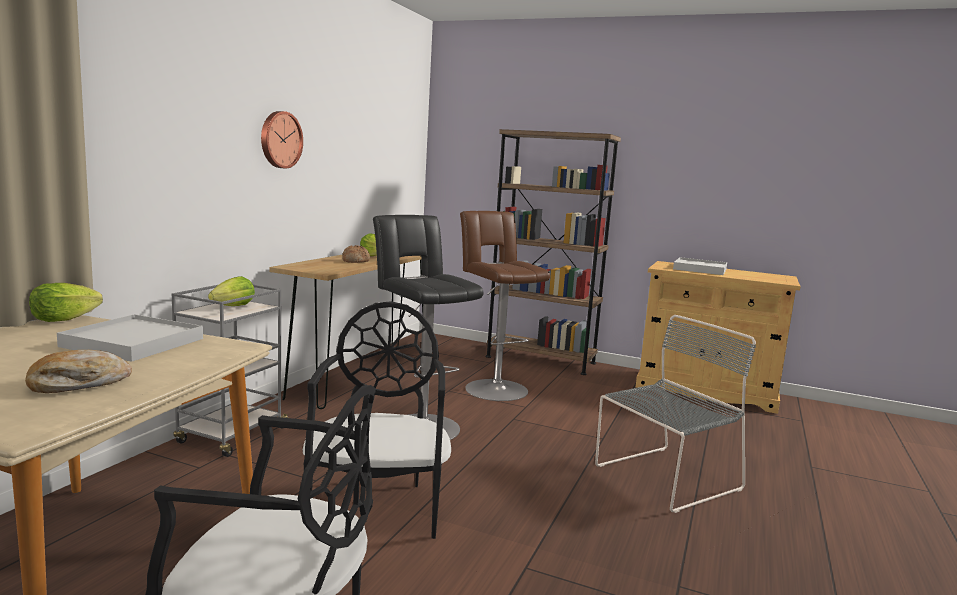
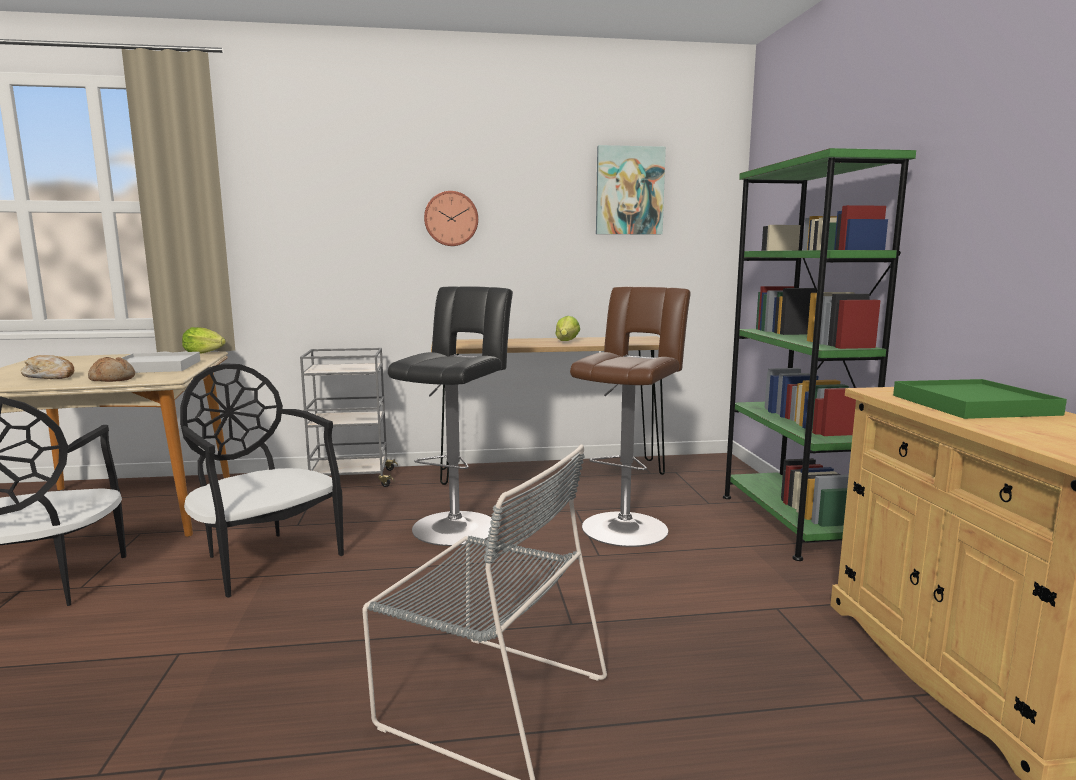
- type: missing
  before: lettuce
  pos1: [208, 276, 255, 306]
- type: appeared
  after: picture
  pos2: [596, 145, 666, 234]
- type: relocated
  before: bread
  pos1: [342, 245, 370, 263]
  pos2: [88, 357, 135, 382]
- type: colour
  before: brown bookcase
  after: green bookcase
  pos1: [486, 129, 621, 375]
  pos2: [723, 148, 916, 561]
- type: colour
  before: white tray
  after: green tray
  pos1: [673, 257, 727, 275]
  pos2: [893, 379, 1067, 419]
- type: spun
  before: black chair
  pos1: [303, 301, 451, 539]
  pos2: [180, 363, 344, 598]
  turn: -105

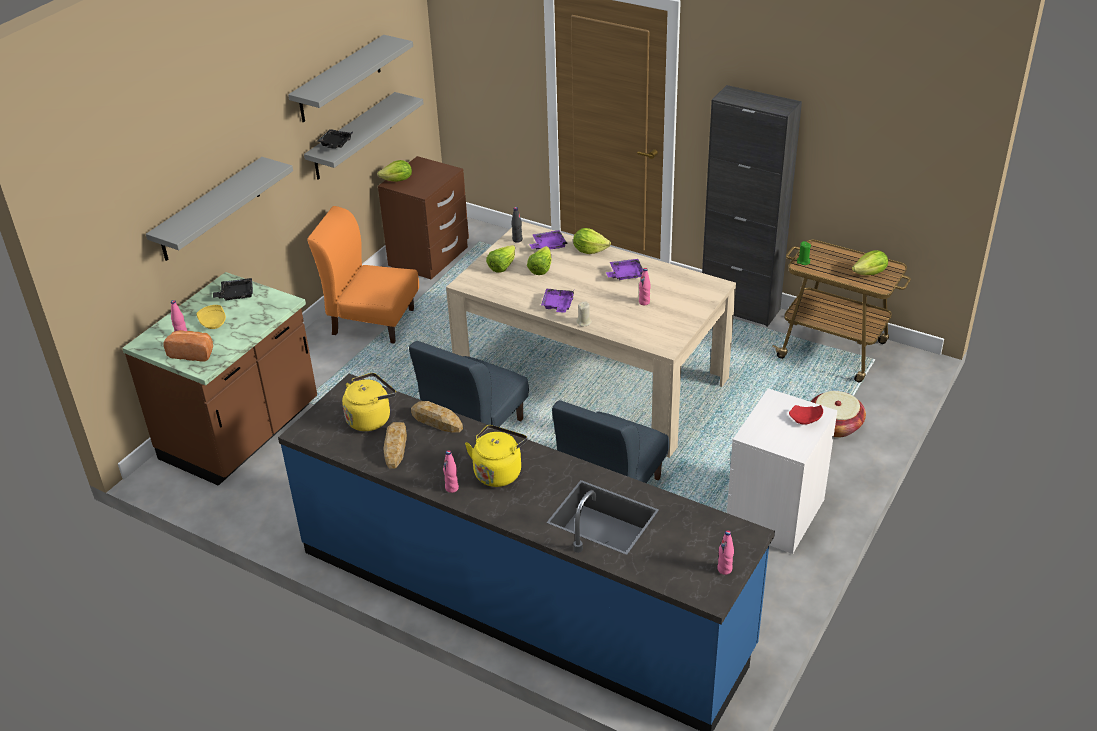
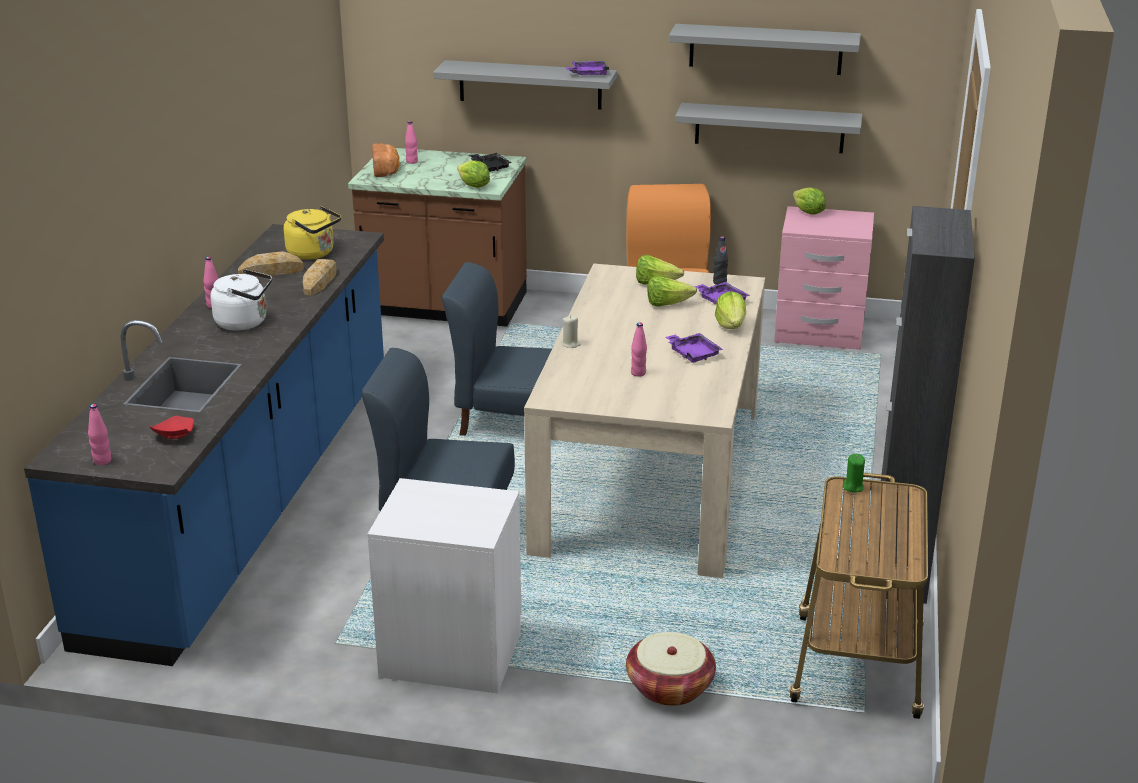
- type: missing
  before: yellow plate
  pos1: [196, 305, 226, 329]
- type: missing
  before: black tray
  pos1: [317, 129, 353, 149]
- type: relocated
  before: purple tray
  pos1: [541, 289, 574, 313]
  pos2: [566, 61, 609, 75]
- type: relocated
  before: red plate
  pos1: [789, 405, 823, 425]
  pos2: [150, 416, 194, 439]
- type: relocated
  before: lettuce
  pos1: [852, 250, 888, 275]
  pos2: [457, 160, 490, 188]
- type: colour
  before: brown nightstand
  after: pink nightstand
  pos1: [378, 156, 469, 279]
  pos2: [774, 206, 874, 350]
- type: colour
  before: yellow kettle
  after: white kettle
  pos1: [465, 425, 527, 487]
  pos2: [211, 269, 272, 331]

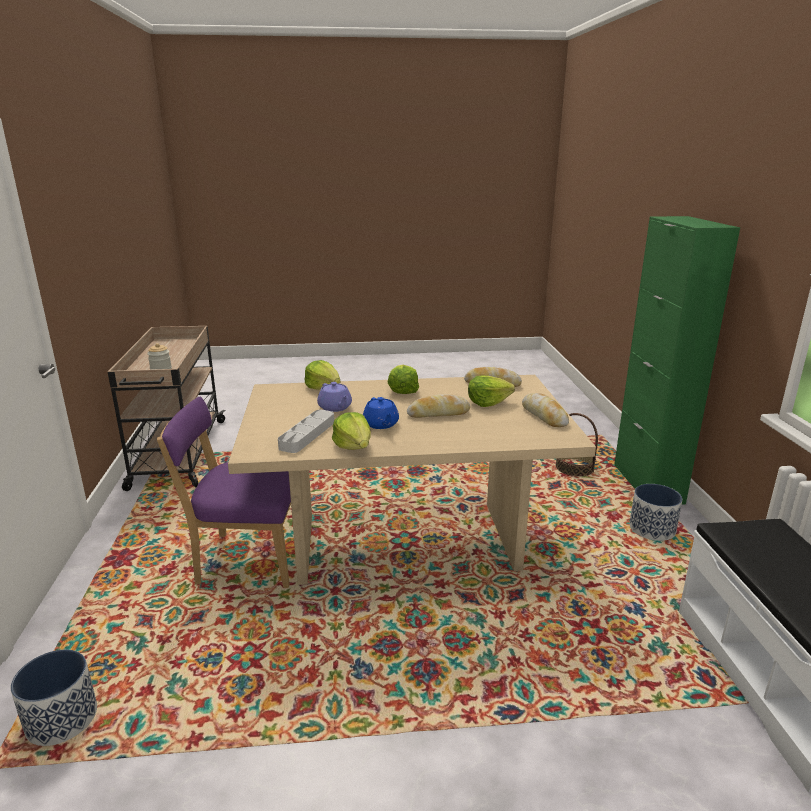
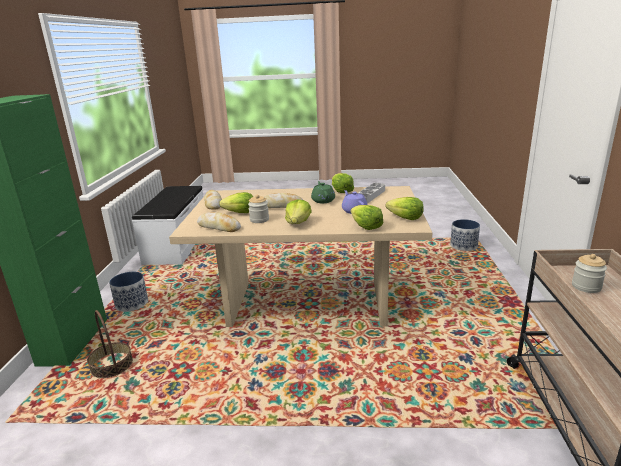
- type: missing
  before: purple chair
  pos1: [157, 397, 291, 588]
- type: appeared
  after: jar
  pos2: [248, 195, 269, 223]
- type: appeared
  after: lettuce
  pos2: [386, 197, 424, 220]
- type: colour
  before: blue teapot
  after: green teapot
  pos1: [363, 397, 399, 429]
  pos2: [311, 181, 335, 203]

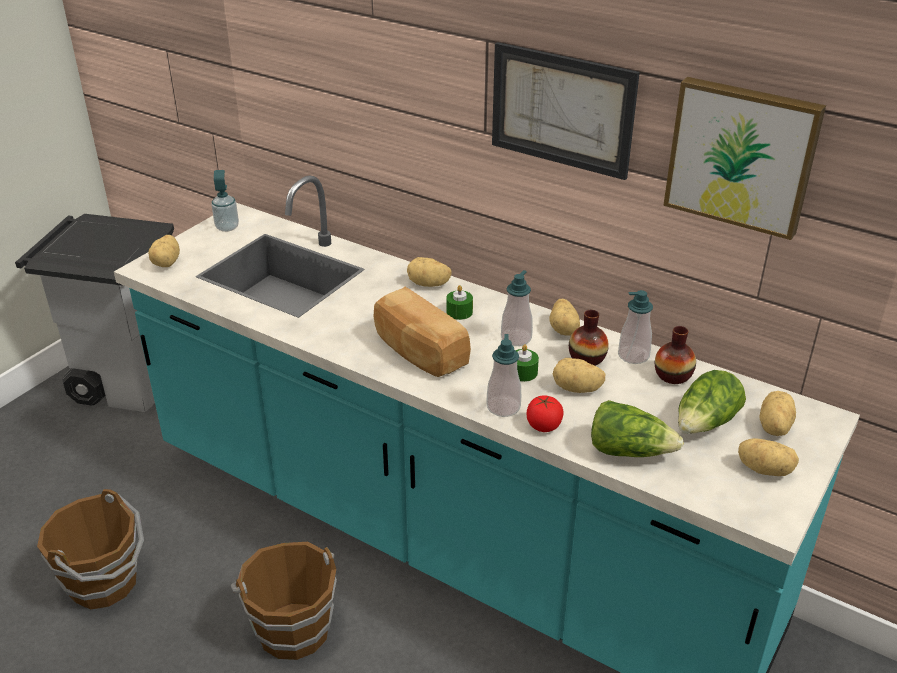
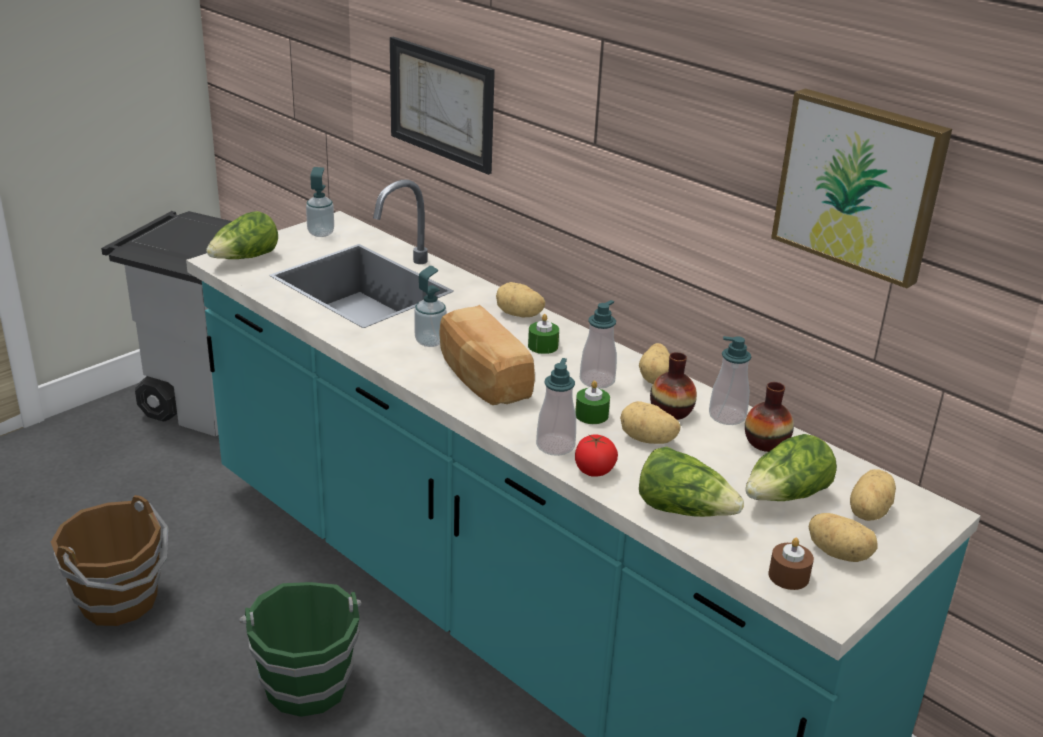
- type: appeared
  after: soap dispenser
  pos2: [414, 266, 447, 347]
- type: appeared
  after: brown candle
  pos2: [769, 538, 814, 590]
- type: relocated
  before: picture
  pos1: [492, 42, 640, 180]
  pos2: [390, 37, 495, 175]
- type: exchanged
  before: potato
  after: lettuce
  pos1: [148, 235, 180, 267]
  pos2: [206, 211, 278, 259]
- type: colour
  before: brown bucket
  after: green bucket
  pos1: [231, 542, 337, 660]
  pos2: [239, 582, 361, 717]

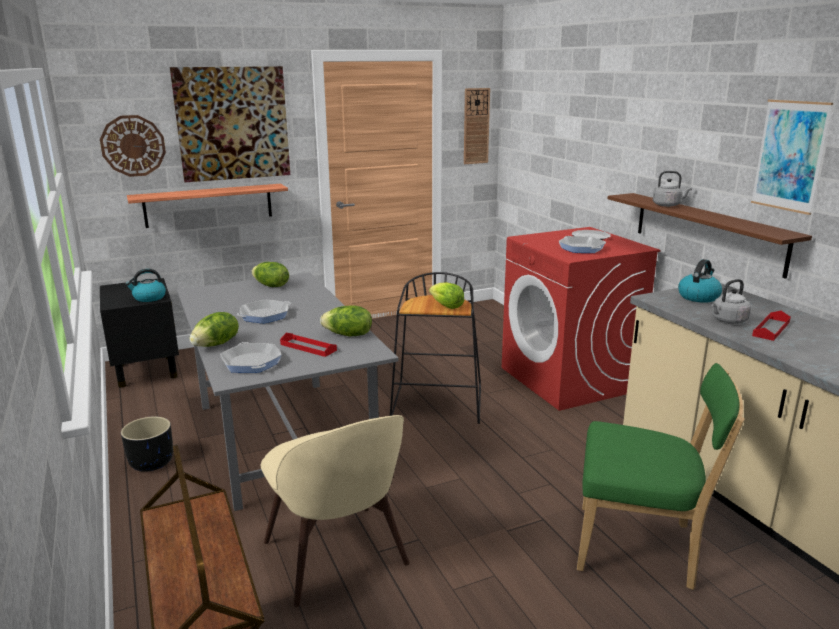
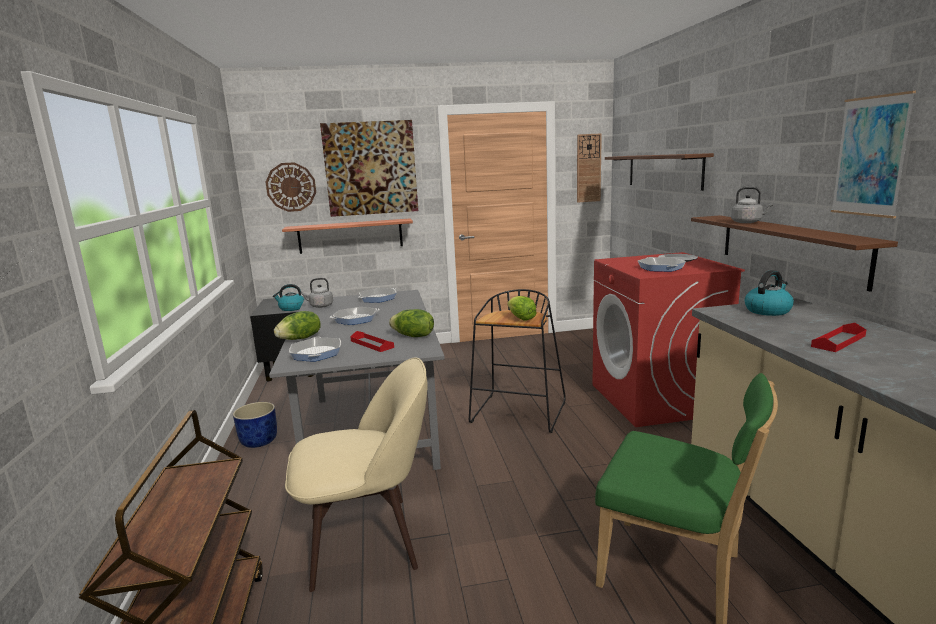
- type: appeared
  after: brown shelf
  pos2: [605, 153, 714, 191]
- type: relocated
  before: grey kettle
  pos1: [710, 279, 751, 324]
  pos2: [301, 278, 333, 308]
- type: exchanged
  before: lettuce
  after: frying pan
  pos1: [252, 262, 289, 287]
  pos2: [359, 288, 396, 302]
- type: colour
  before: black planter
  after: blue planter
  pos1: [121, 416, 173, 472]
  pos2: [233, 402, 277, 448]
- type: spun
  before: beige chair
  pos1: [260, 415, 410, 607]
  pos2: [285, 357, 428, 592]
  turn: -90

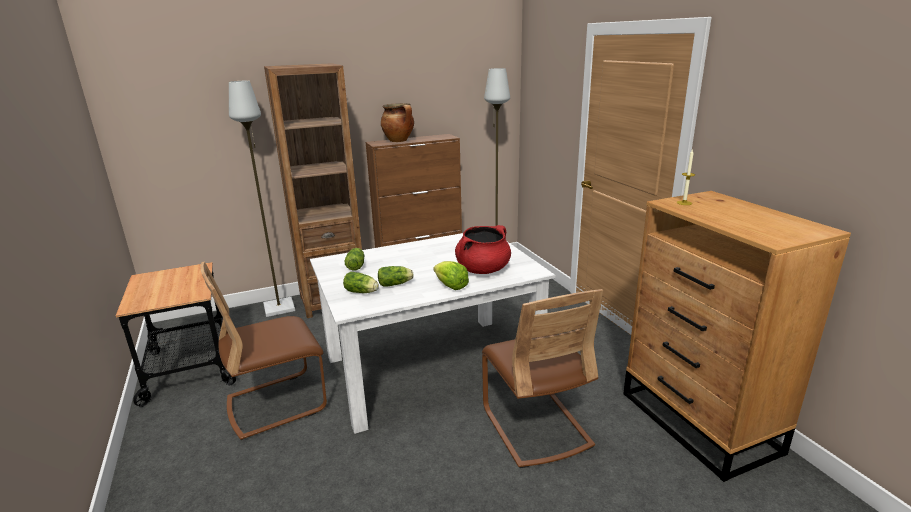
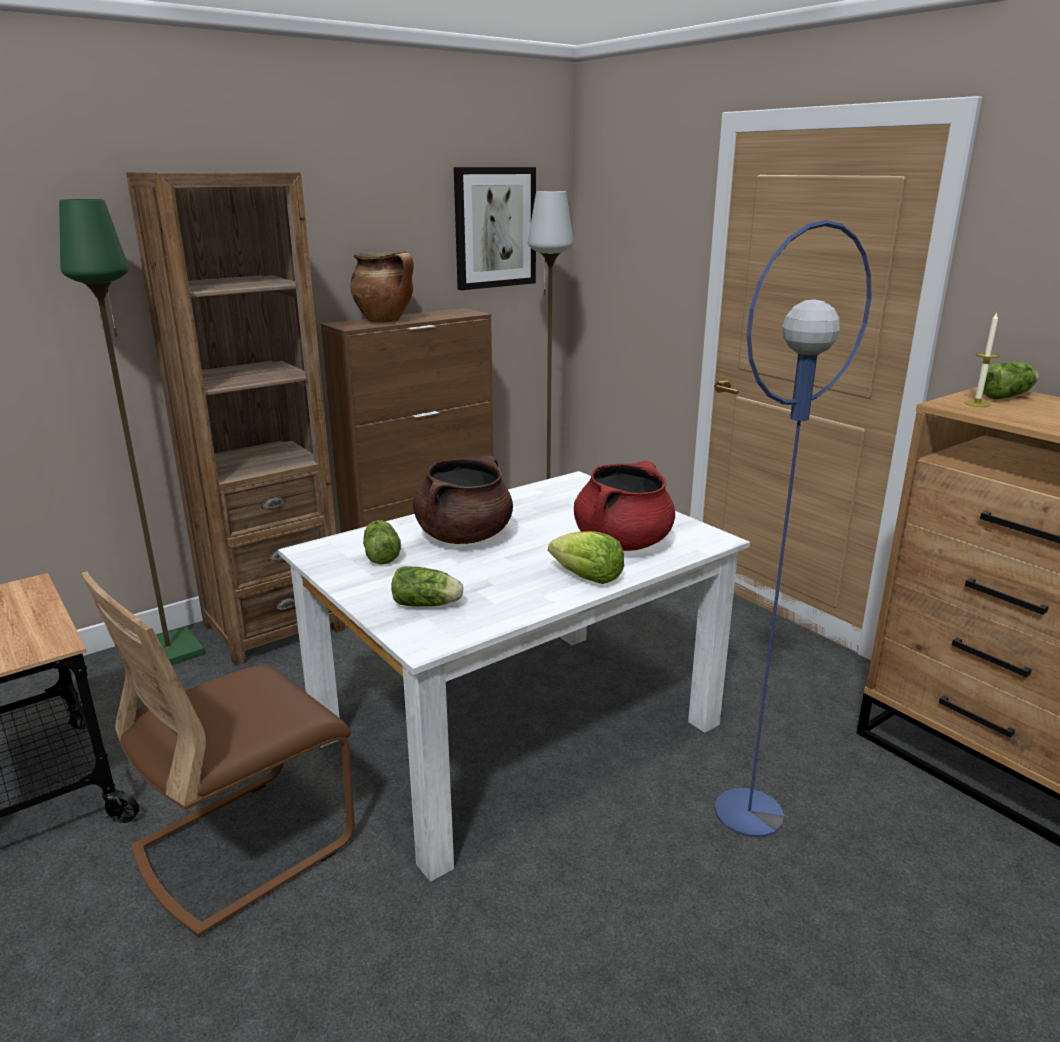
- type: appeared
  after: brown cooking pot
  pos2: [413, 456, 513, 544]
- type: appeared
  after: picture
  pos2: [454, 167, 536, 290]
- type: relocated
  before: lettuce
  pos1: [378, 266, 414, 287]
  pos2: [978, 362, 1038, 400]
- type: exchanged
  before: brown chair
  after: blue floor lamp
  pos1: [482, 289, 603, 468]
  pos2: [715, 220, 871, 837]
- type: colour
  before: grey floor lamp
  after: green floor lamp
  pos1: [229, 81, 295, 317]
  pos2: [59, 199, 205, 665]

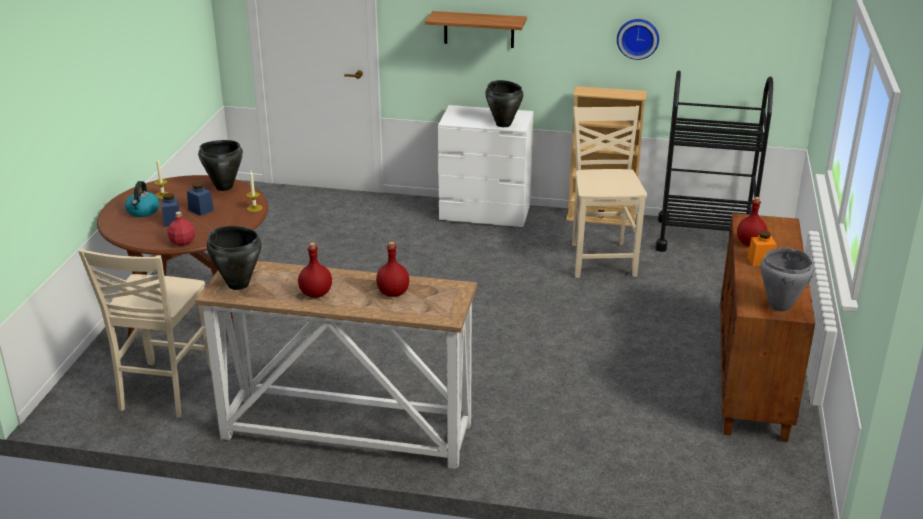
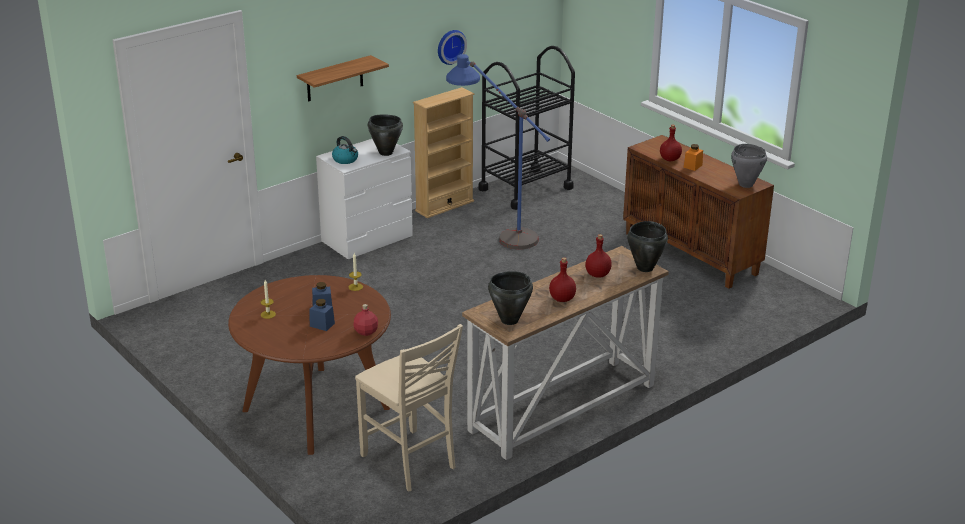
- type: relocated
  before: kettle
  pos1: [125, 181, 159, 217]
  pos2: [332, 136, 358, 164]
- type: relocated
  before: black cooking pot
  pos1: [198, 140, 243, 191]
  pos2: [627, 221, 668, 272]
- type: exchanged
  before: beige chair
  after: blue floor lamp
  pos1: [572, 106, 647, 278]
  pos2: [446, 54, 550, 249]

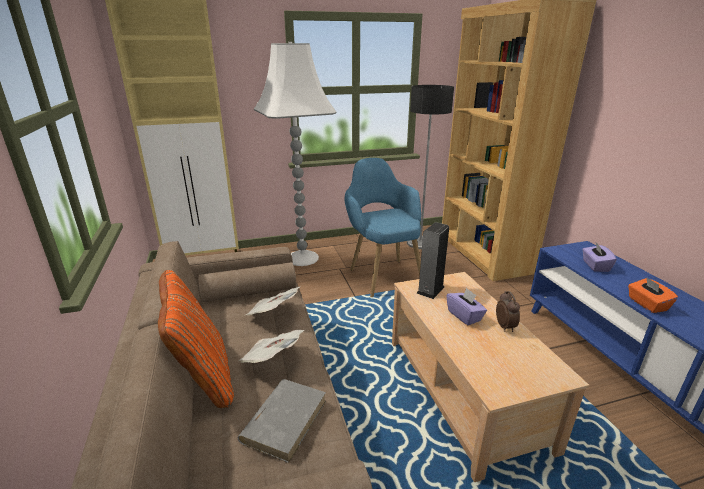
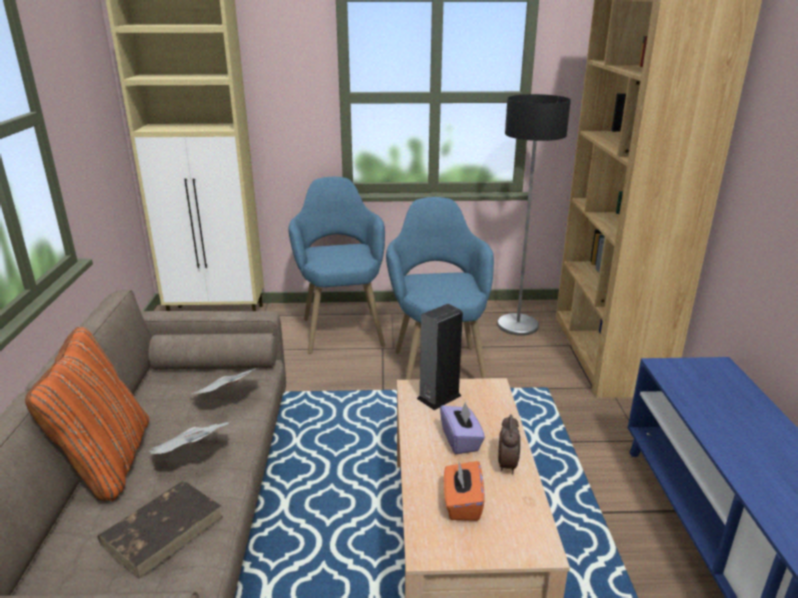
- type: missing
  before: purple tissue box
  pos1: [582, 243, 617, 272]
- type: relocated
  before: orange tissue box
  pos1: [628, 277, 678, 313]
  pos2: [444, 461, 485, 521]
- type: exchanged
  before: white floor lamp
  after: blue armchair
  pos1: [254, 42, 337, 266]
  pos2: [288, 177, 385, 354]
- type: colour
  before: grey book
  after: brown book
  pos1: [238, 379, 326, 463]
  pos2: [98, 480, 223, 579]

